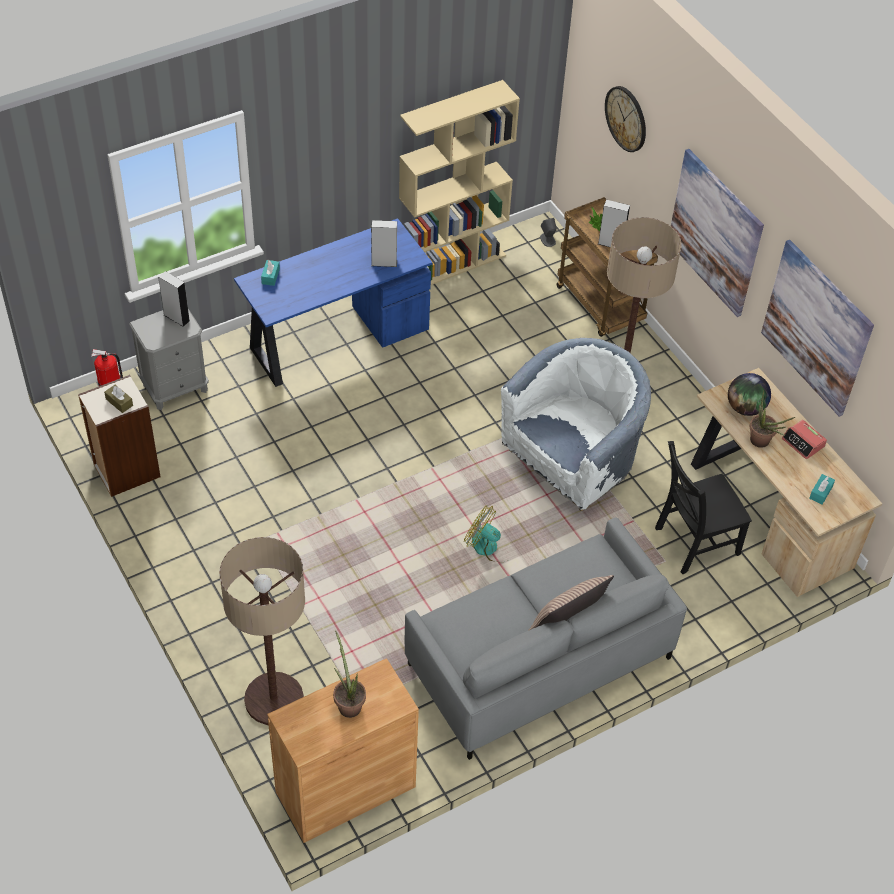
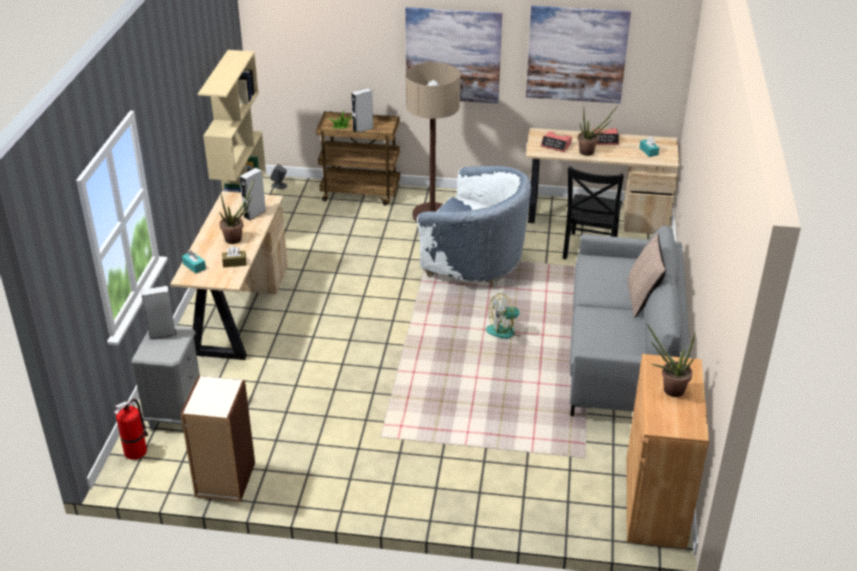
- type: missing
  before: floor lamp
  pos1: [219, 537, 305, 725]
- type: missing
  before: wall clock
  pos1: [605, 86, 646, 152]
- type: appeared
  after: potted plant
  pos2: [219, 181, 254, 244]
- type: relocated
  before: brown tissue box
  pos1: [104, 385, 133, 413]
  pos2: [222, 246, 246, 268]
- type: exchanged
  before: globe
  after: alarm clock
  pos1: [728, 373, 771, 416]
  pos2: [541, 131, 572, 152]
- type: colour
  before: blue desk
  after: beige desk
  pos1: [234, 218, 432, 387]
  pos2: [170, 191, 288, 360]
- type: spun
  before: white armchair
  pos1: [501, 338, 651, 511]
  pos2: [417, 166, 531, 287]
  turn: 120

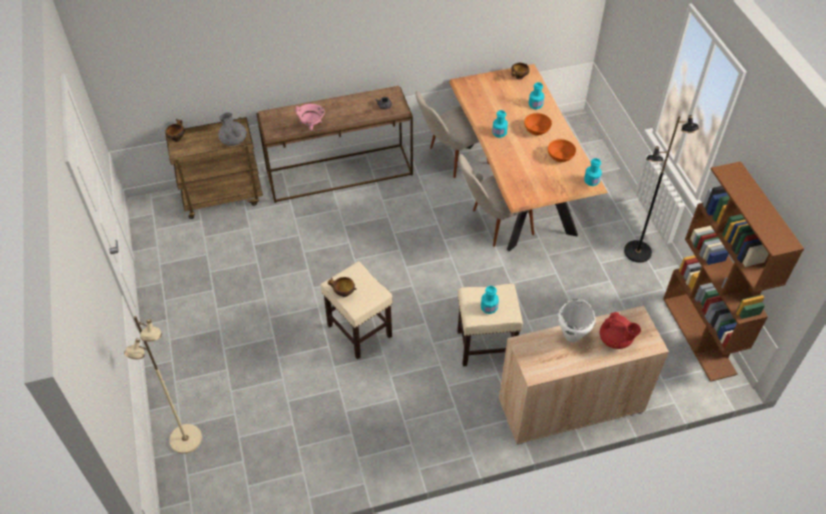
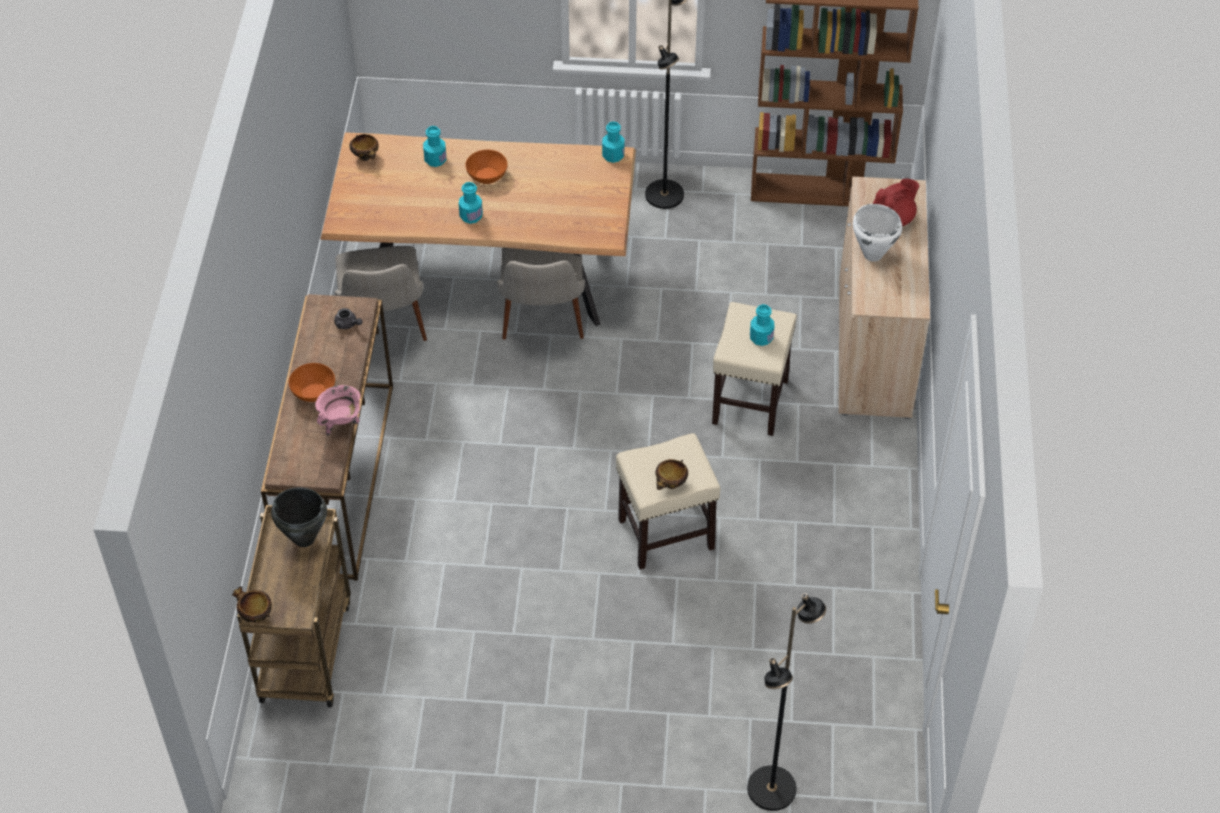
- type: relocated
  before: orange bowl
  pos1: [548, 139, 576, 162]
  pos2: [289, 363, 335, 402]
- type: exchanged
  before: grey teapot
  after: black cooking pot
  pos1: [218, 112, 247, 146]
  pos2: [271, 488, 327, 547]
- type: colour
  before: beige floor lamp
  after: black floor lamp
  pos1: [124, 316, 202, 454]
  pos2: [747, 593, 826, 811]

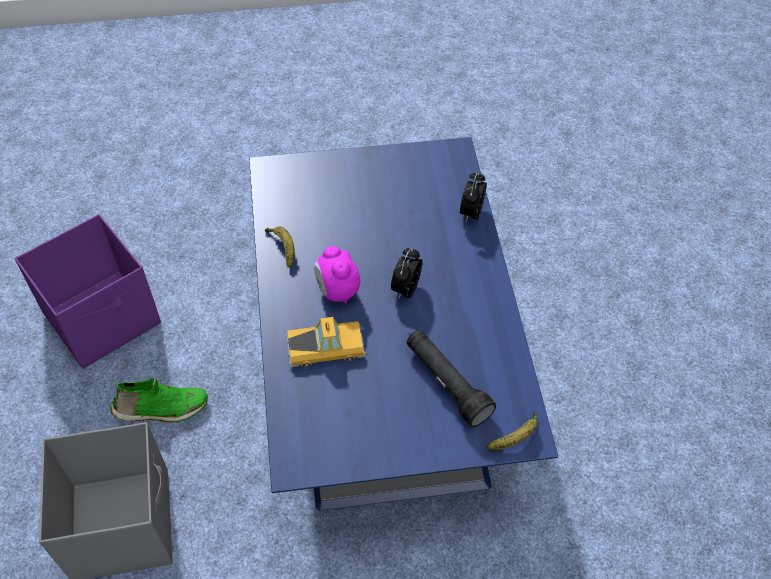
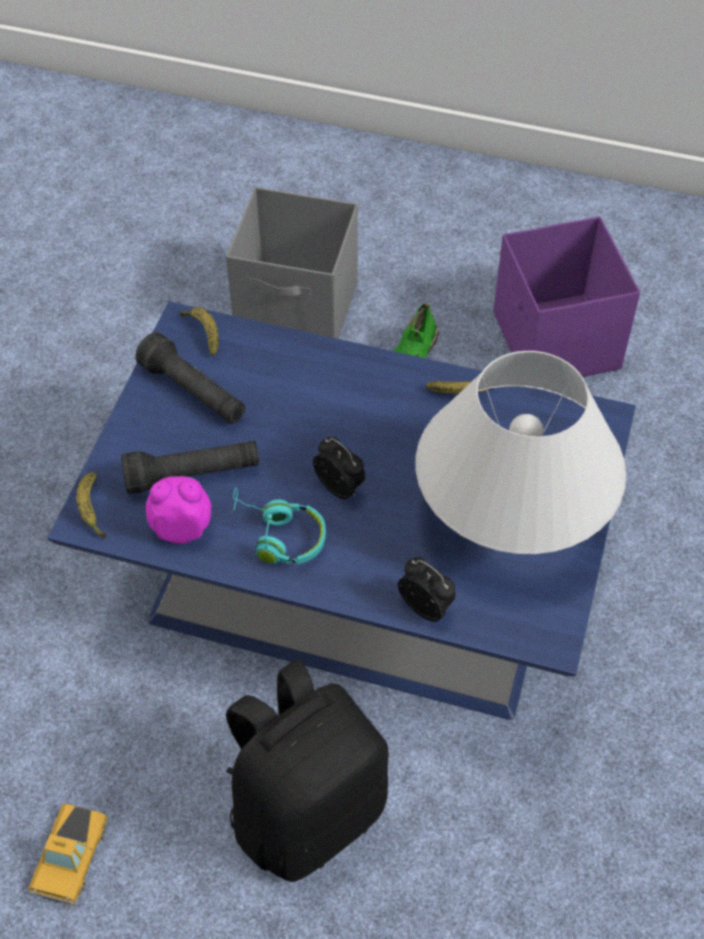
- type: appeared
  after: black flashlight
  pos2: [135, 332, 245, 424]
- type: appeared
  after: banana
  pos2: [179, 307, 219, 356]
- type: appeared
  after: black backpack
  pos2: [226, 659, 389, 882]
- type: appeared
  after: turquoise headphones
  pos2: [231, 487, 326, 564]
- type: appeared
  after: white table lamp
  pos2: [416, 351, 626, 554]
- type: relocated
  before: toy car
  pos1: [286, 317, 366, 368]
  pos2: [28, 804, 109, 907]
- type: relocated
  before: alarm clock
  pos1: [314, 246, 360, 303]
  pos2: [146, 476, 211, 544]

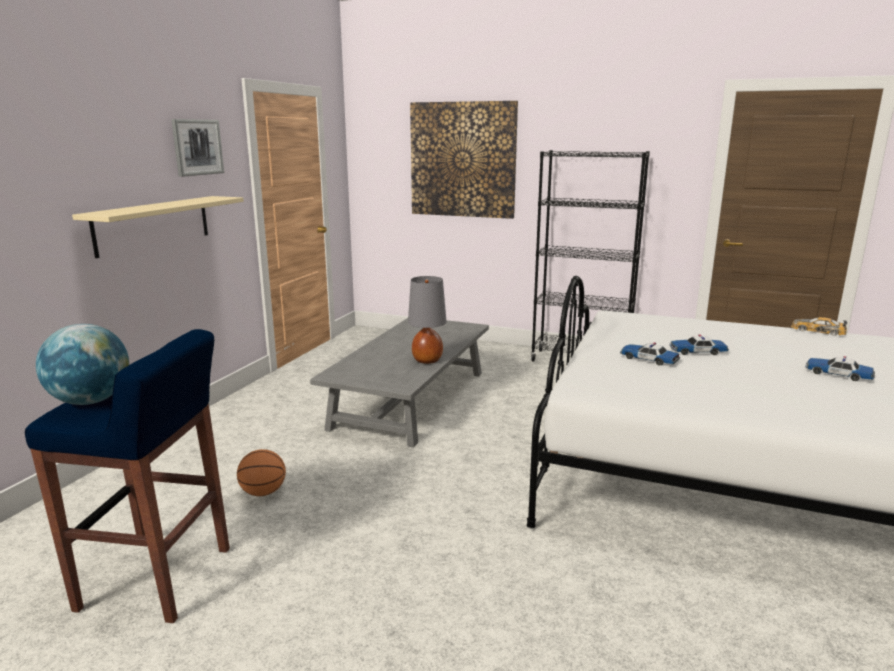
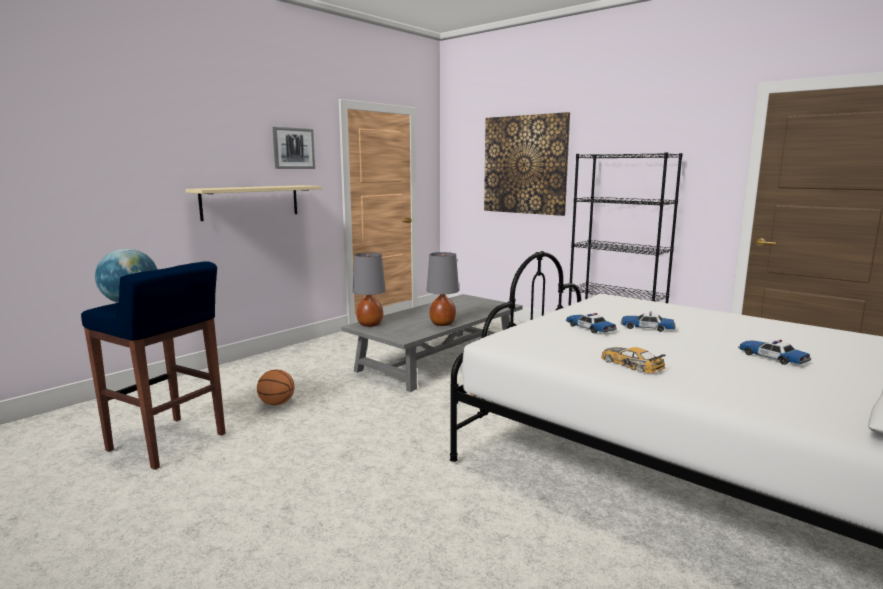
- type: appeared
  after: grey table lamp
  pos2: [353, 253, 386, 327]
- type: relocated
  before: toy car
  pos1: [791, 317, 847, 336]
  pos2: [601, 347, 665, 373]

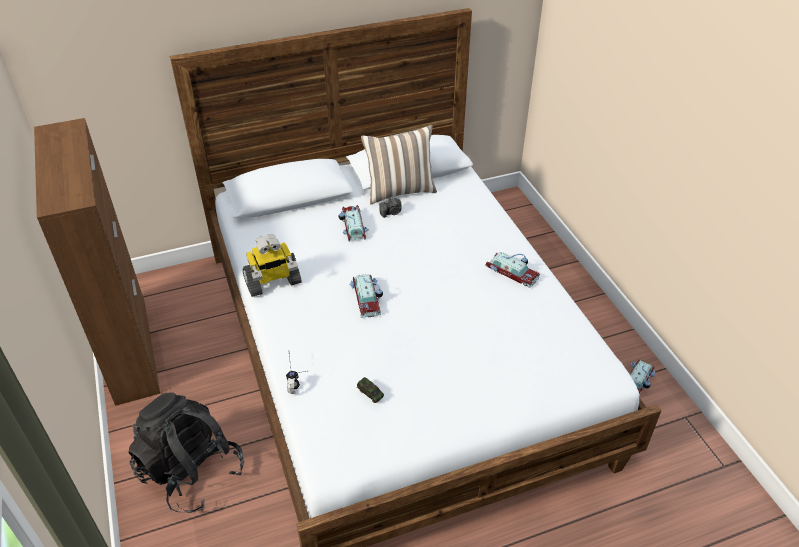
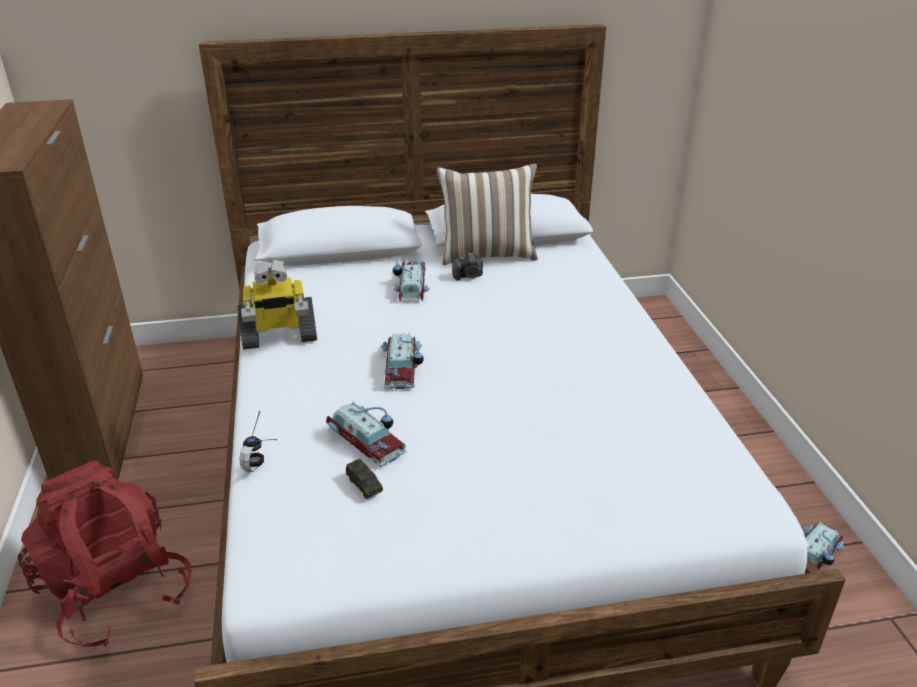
- type: relocated
  before: toy car
  pos1: [485, 252, 540, 288]
  pos2: [326, 402, 407, 467]
- type: colour
  before: black backpack
  after: red backpack
  pos1: [129, 392, 244, 513]
  pos2: [18, 460, 192, 647]

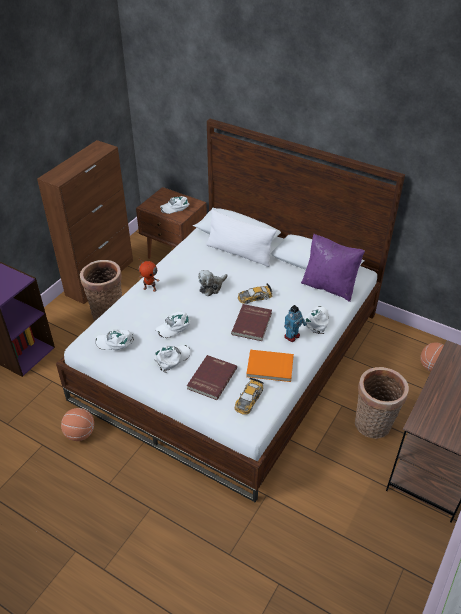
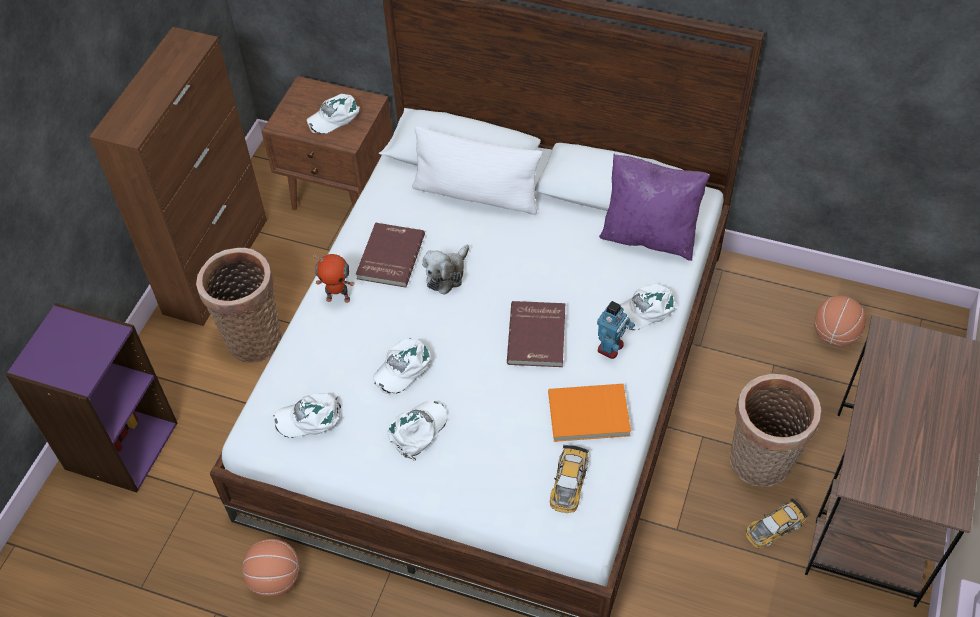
- type: relocated
  before: red book
  pos1: [187, 355, 237, 400]
  pos2: [356, 223, 425, 288]
- type: relocated
  before: toy car
  pos1: [238, 283, 272, 304]
  pos2: [745, 498, 807, 549]
- type: spun
  before: white cap
  pos1: [305, 306, 329, 334]
  pos2: [620, 284, 676, 330]
  turn: -120

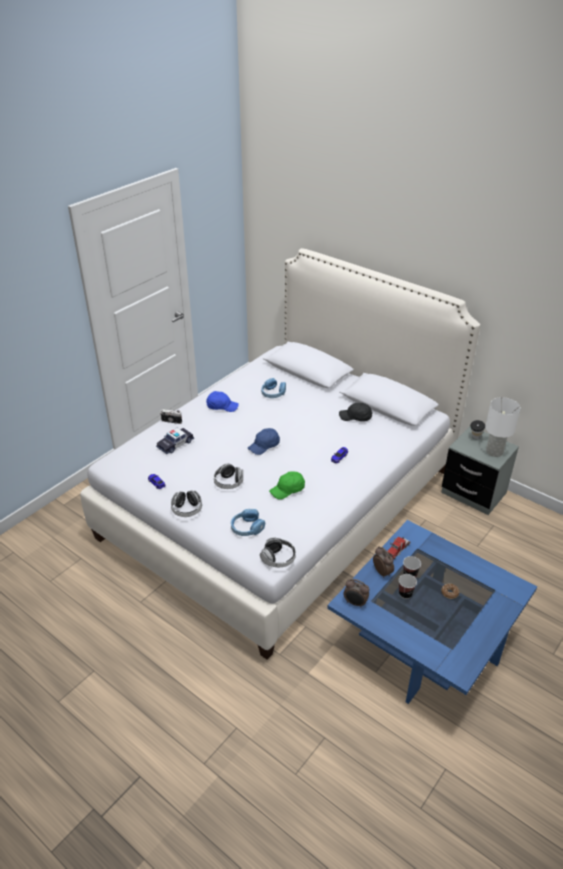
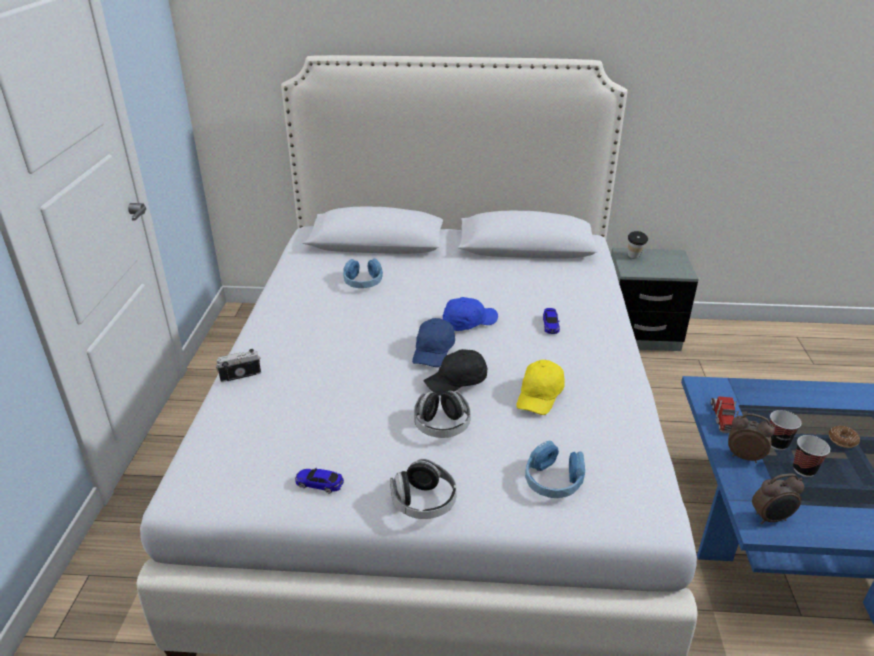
- type: missing
  before: toy car
  pos1: [156, 428, 194, 454]
- type: missing
  before: headphones
  pos1: [260, 537, 296, 567]
- type: missing
  before: white table lamp
  pos1: [485, 397, 521, 457]
- type: relocated
  before: blue cap
  pos1: [206, 391, 239, 412]
  pos2: [443, 297, 498, 331]
- type: relocated
  before: black cap
  pos1: [339, 403, 372, 421]
  pos2: [424, 349, 488, 396]
- type: colour
  before: green cap
  after: yellow cap
  pos1: [269, 471, 305, 500]
  pos2: [516, 360, 565, 415]

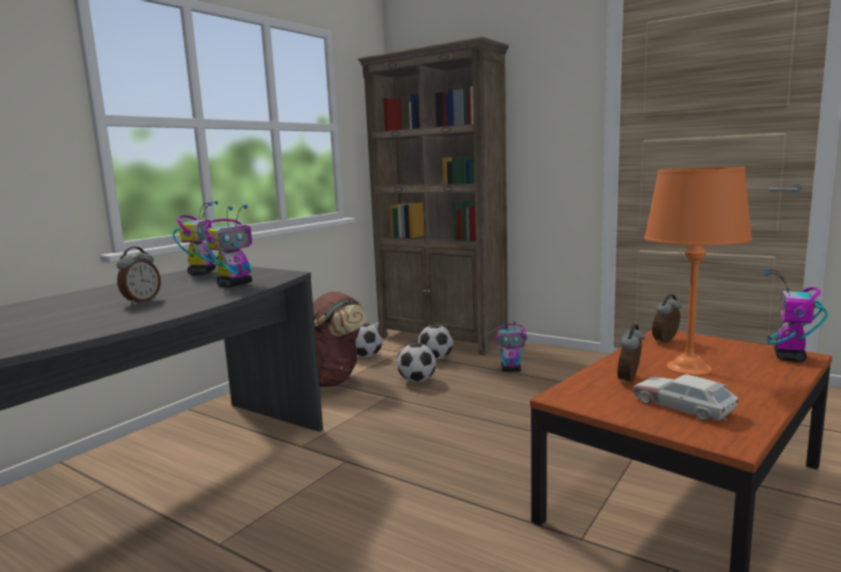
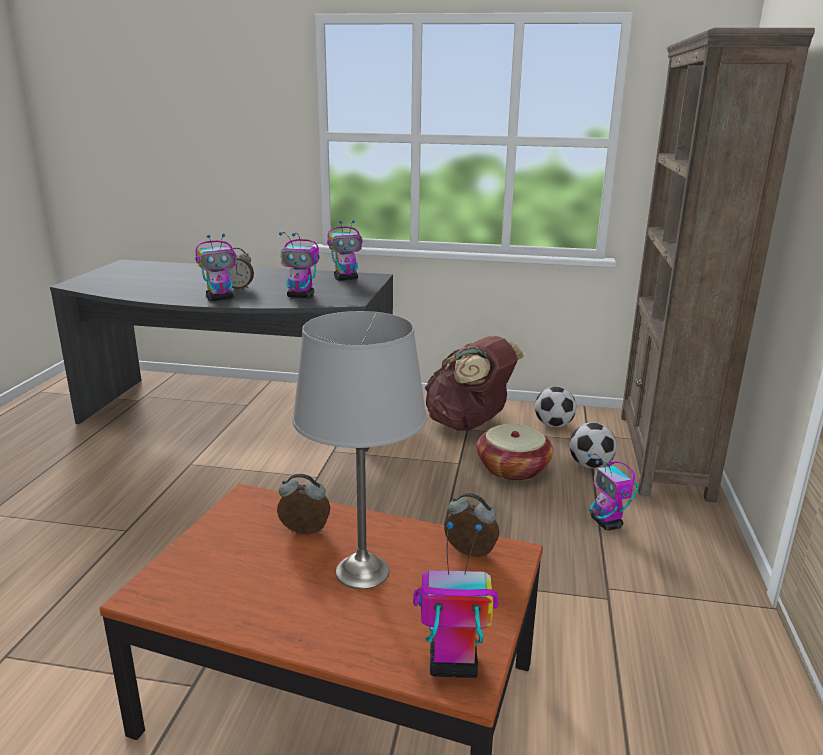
- type: missing
  before: toy car
  pos1: [632, 374, 738, 421]
- type: appeared
  after: toy robot
  pos2: [195, 234, 236, 301]
- type: exchanged
  before: football
  after: basket
  pos1: [397, 343, 436, 383]
  pos2: [477, 424, 553, 481]
- type: colour
  before: orange table lamp
  after: grey table lamp
  pos1: [644, 167, 752, 375]
  pos2: [292, 311, 427, 589]

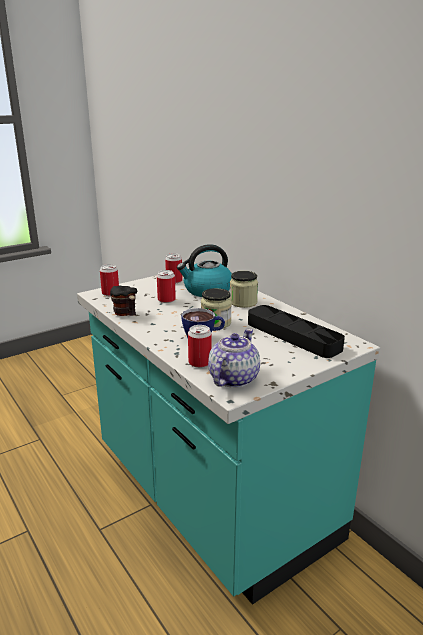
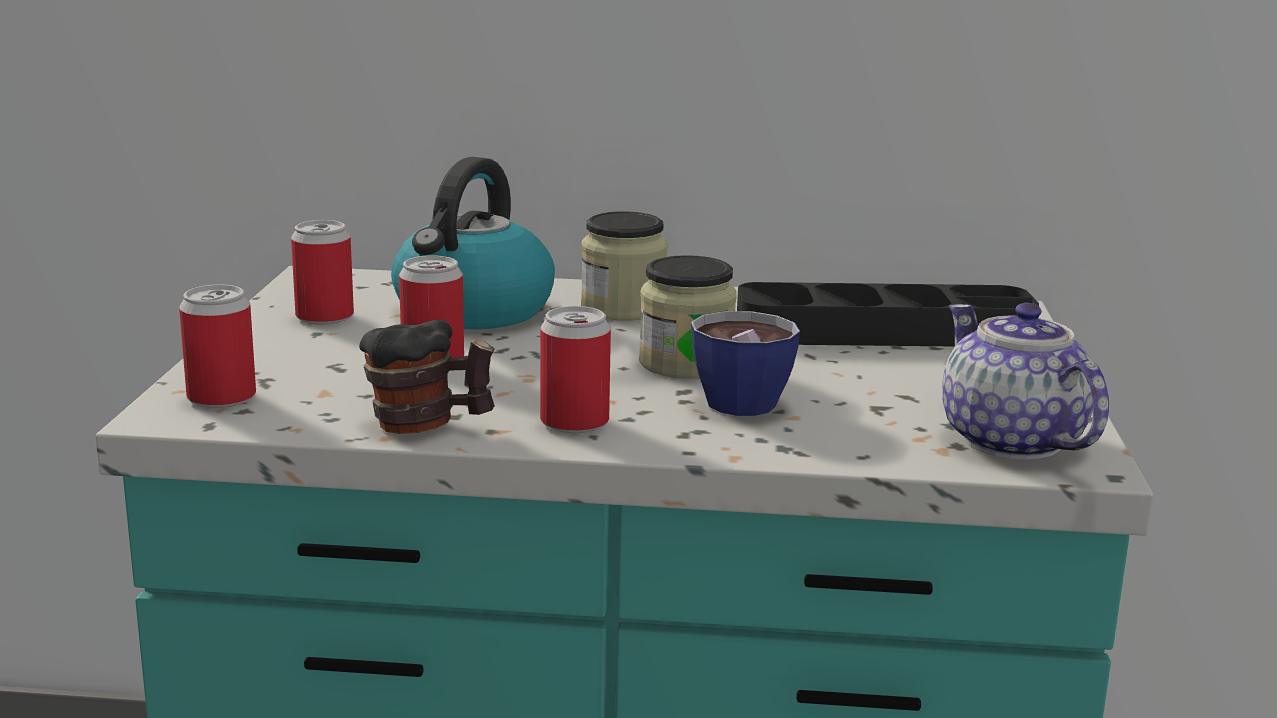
- type: relocated
  before: can
  pos1: [188, 325, 212, 368]
  pos2: [540, 306, 611, 433]

